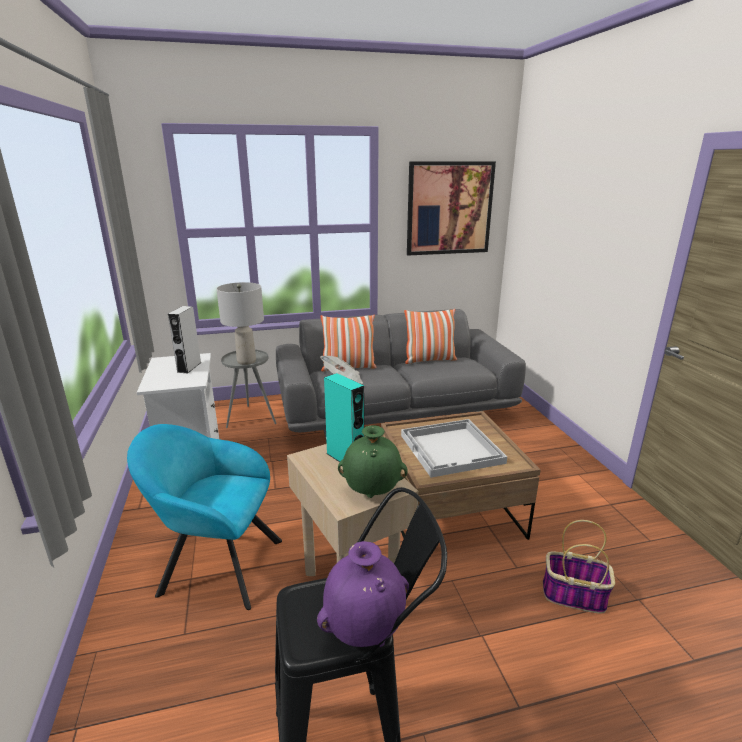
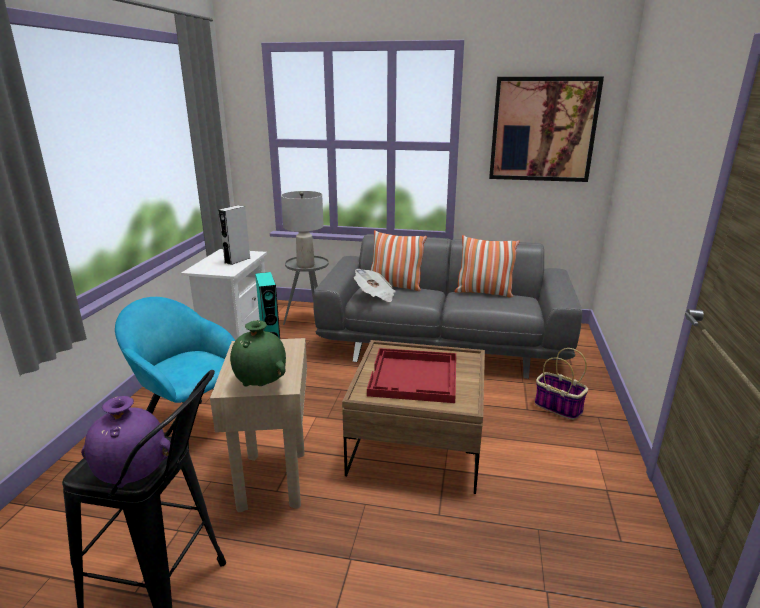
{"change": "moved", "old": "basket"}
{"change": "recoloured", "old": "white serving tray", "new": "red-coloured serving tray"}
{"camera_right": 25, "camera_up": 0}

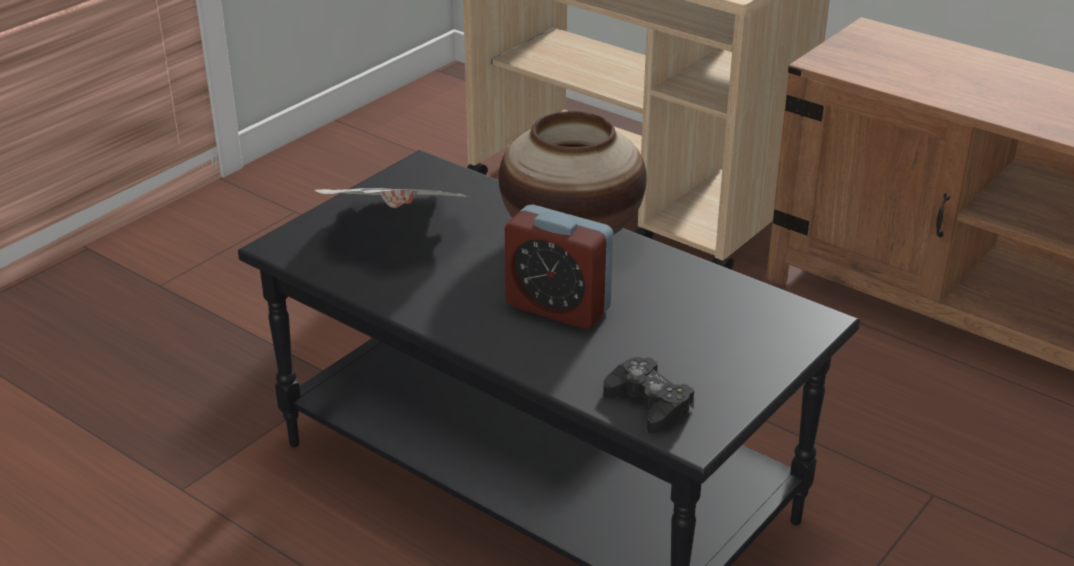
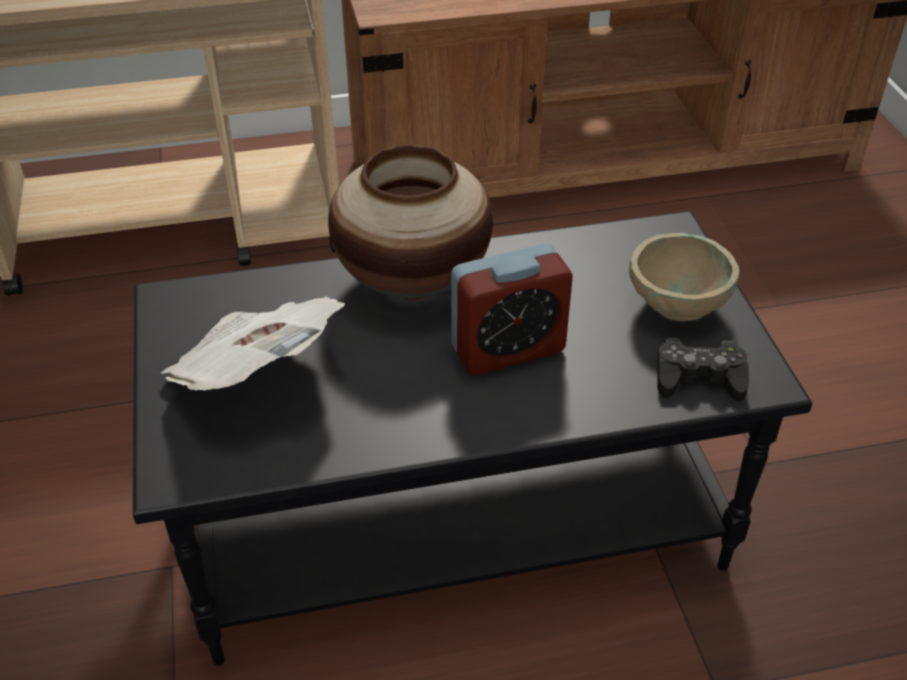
{"change": "added", "new": "sand-coloured bowl"}
{"camera_right": -50, "camera_up": 10}

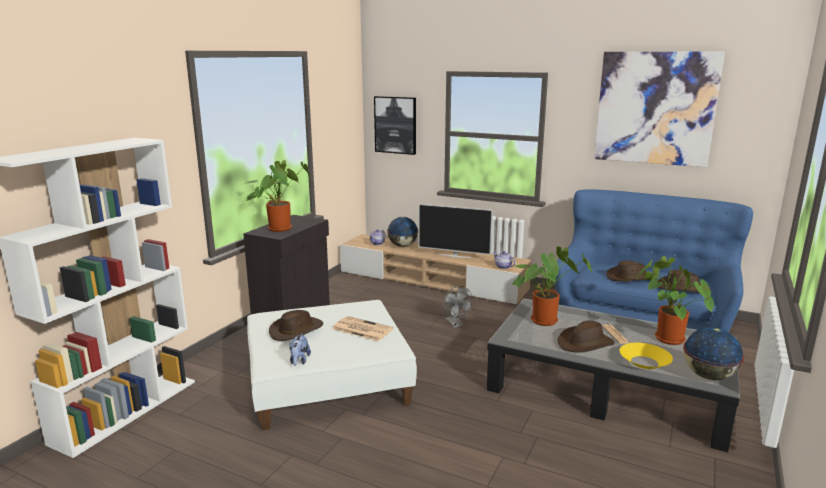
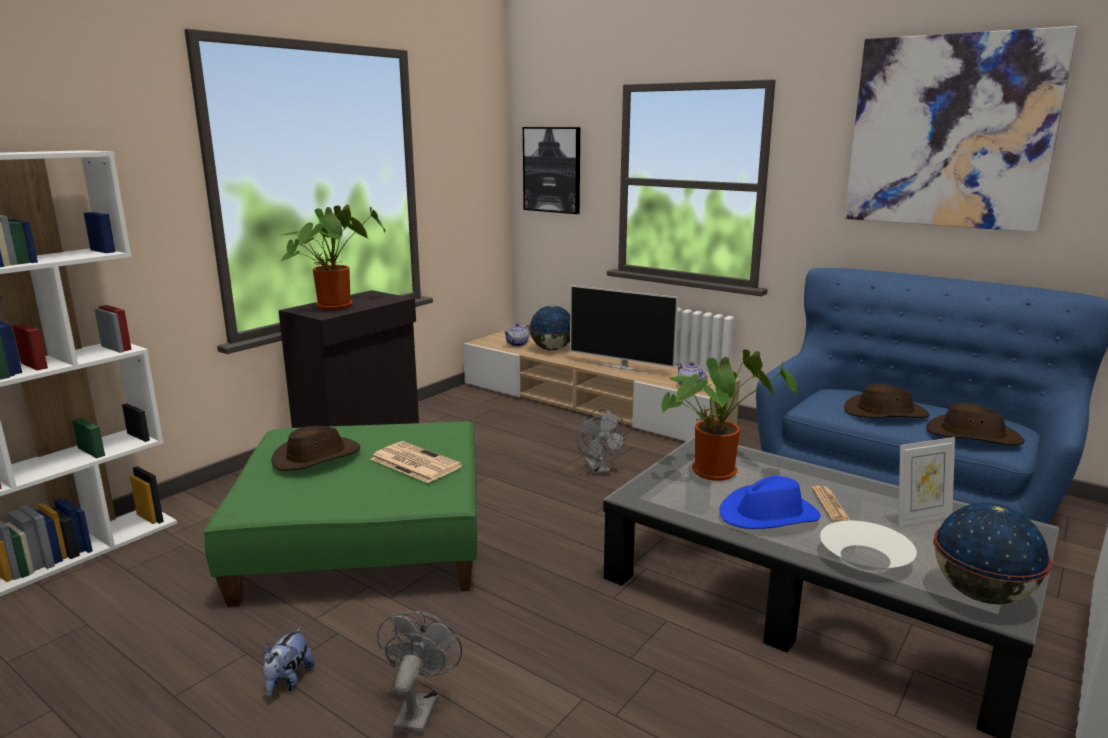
{"change": "added", "new": "grey cooling fan (1st from left)"}
{"change": "moved", "old": "soft toy"}
{"change": "replaced", "old": "houseplant (3rd from left)", "new": "picture frame"}
{"change": "recoloured", "old": "white pouffe", "new": "greenish pouffe"}
{"change": "recoloured", "old": "brownish wearable hat (2nd from left)", "new": "bluish wearable hat"}
{"change": "recoloured", "old": "yellow bowl", "new": "white bowl"}
{"camera_right": 10, "camera_up": 0}

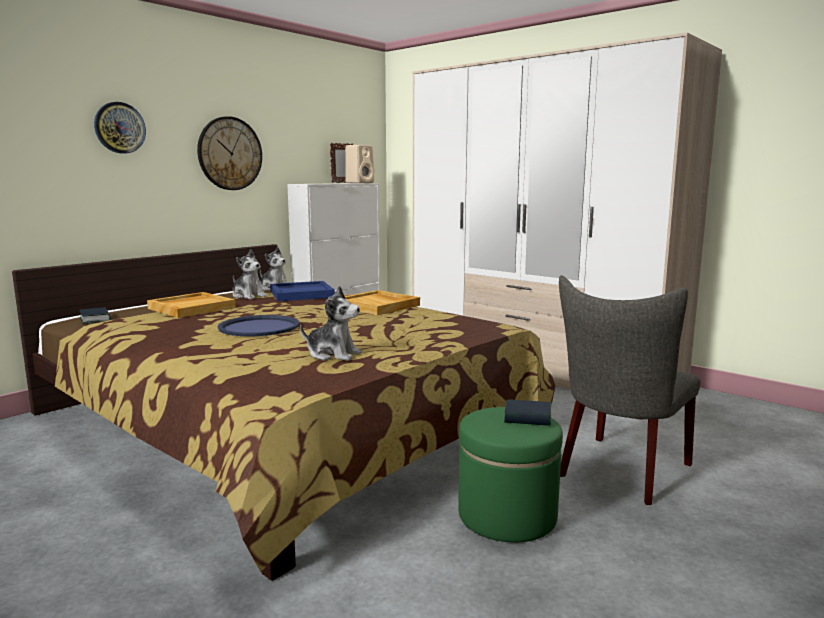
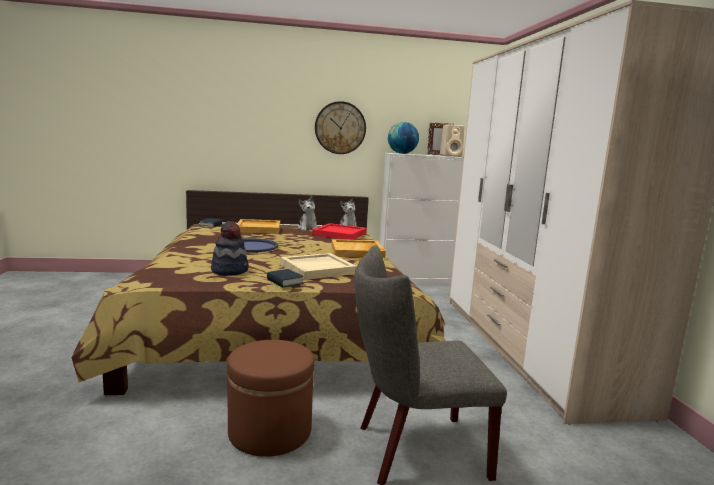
{"change": "removed", "old": "wall clock (1st from left)"}
{"change": "added", "new": "sand-coloured serving tray (2nd from left)"}
{"change": "added", "new": "desk globe"}
{"change": "moved", "old": "book (2nd from left)"}
{"change": "replaced", "old": "soft toy (3rd from left)", "new": "wearable hat"}
{"change": "recoloured", "old": "bluish serving tray (2nd from left)", "new": "red-coloured serving tray"}
{"change": "recoloured", "old": "greenish pouffe", "new": "brownish pouffe"}
{"camera_right": 40, "camera_up": 0}

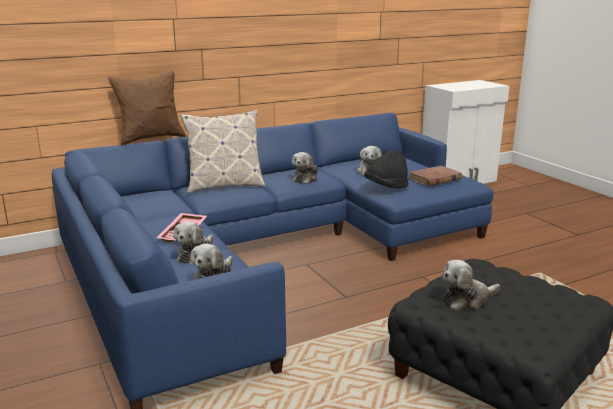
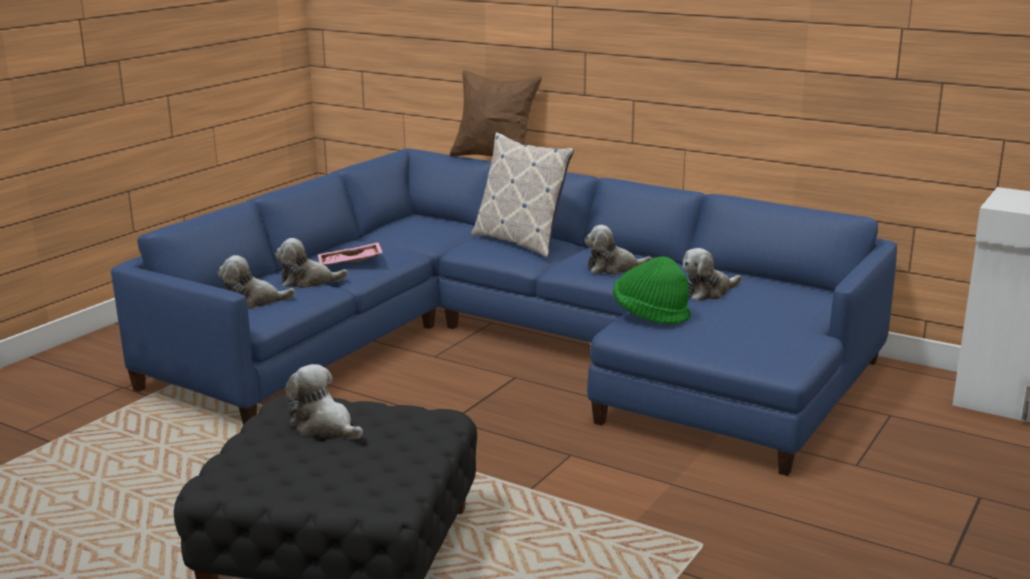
{"change": "removed", "old": "brownish book"}
{"change": "recoloured", "old": "blackish wearable hat", "new": "greenish wearable hat"}
{"camera_right": 60, "camera_up": 0}

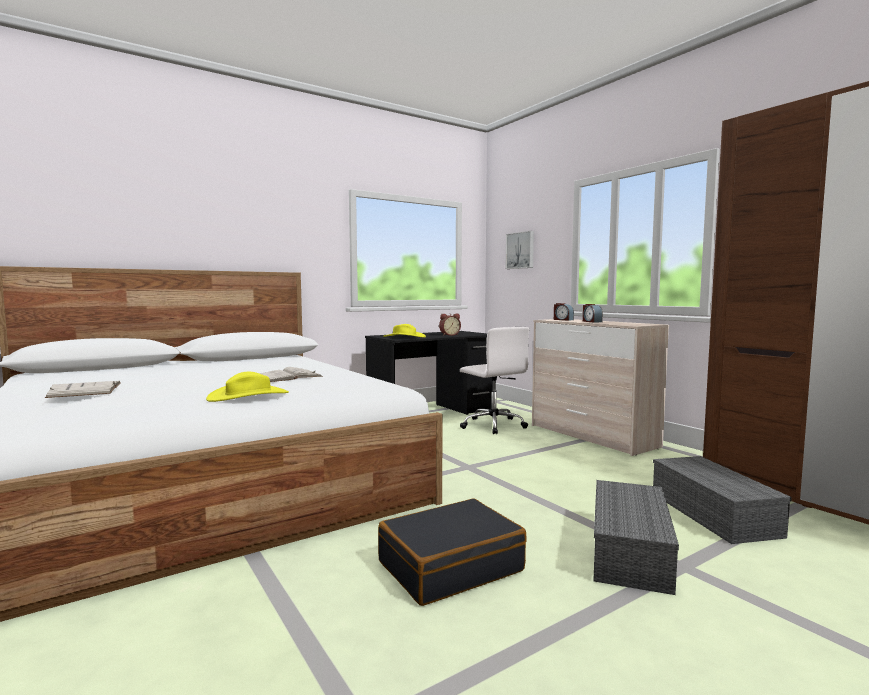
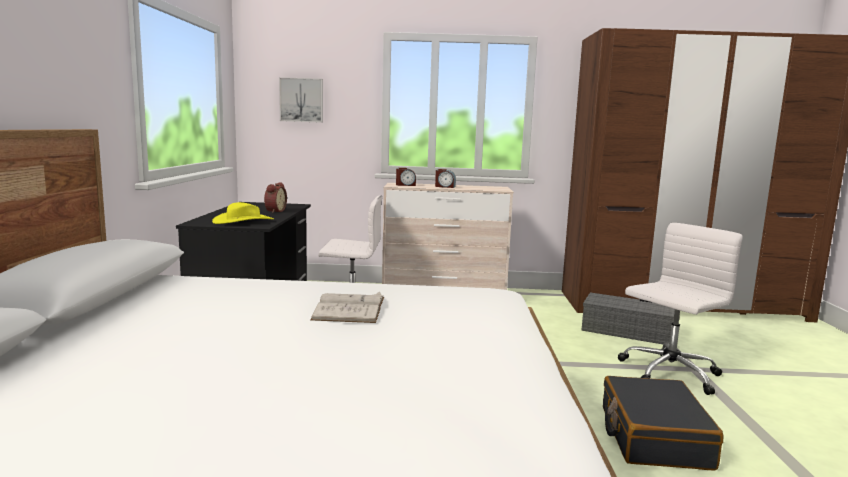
{"change": "removed", "old": "white book (1st from left)"}
{"change": "removed", "old": "yellow wearable hat (1st from left)"}
{"change": "replaced", "old": "grey storage bin (1st from left)", "new": "white desk chair (2nd from left)"}
{"camera_right": -55, "camera_up": 5}

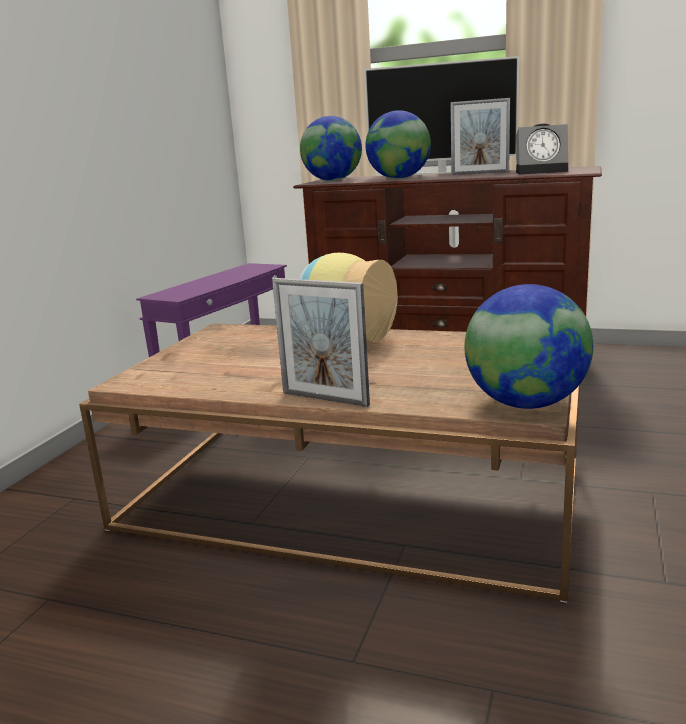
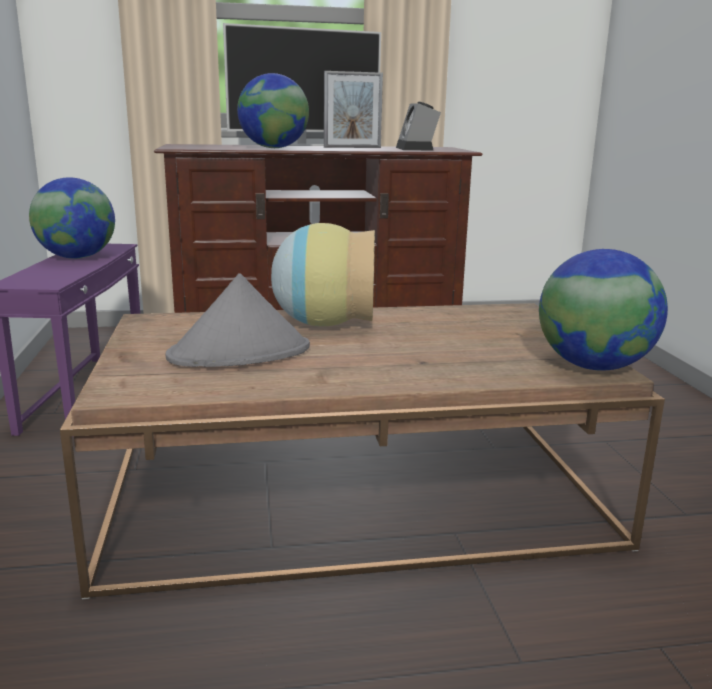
{"change": "removed", "old": "picture frame (1st from left)"}
{"change": "added", "new": "grey wearable hat"}
{"change": "moved", "old": "desk globe (1st from left)"}
{"change": "turned", "old": "table clock", "degrees": 105}
{"camera_right": -30, "camera_up": 0}

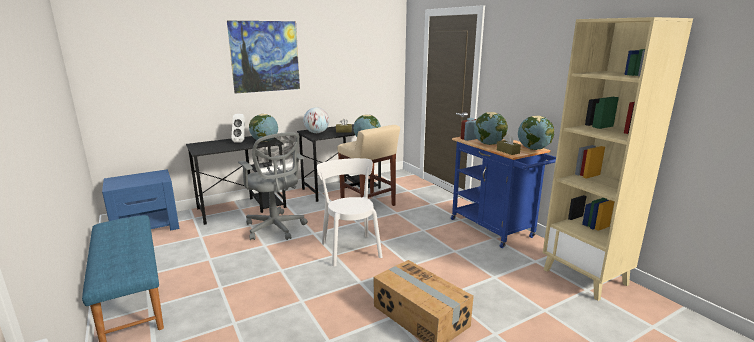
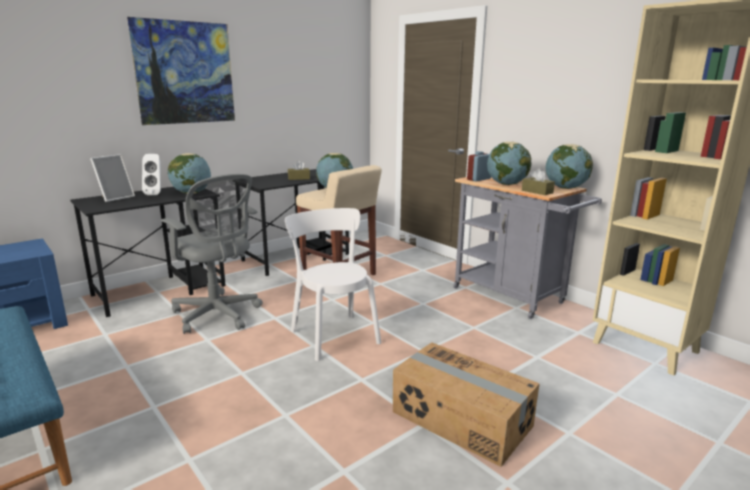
{"change": "removed", "old": "desk globe (2nd from left)"}
{"change": "added", "new": "picture frame"}
{"change": "recoloured", "old": "bluish wheeled cart", "new": "grey wheeled cart"}
{"camera_right": -10, "camera_up": 0}

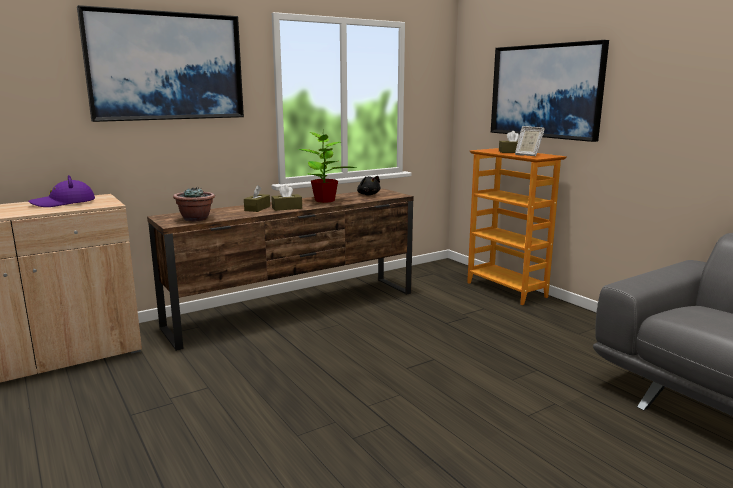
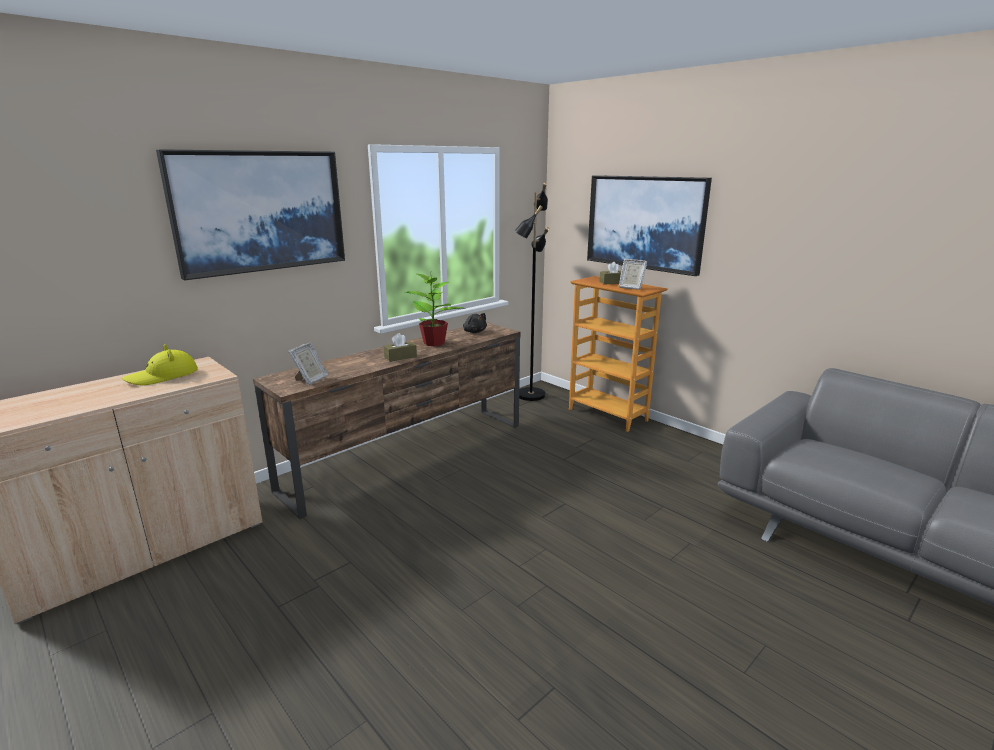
{"change": "removed", "old": "brownish box of tissues (1st from left)"}
{"change": "added", "new": "blackish standing lamp"}
{"change": "replaced", "old": "houseplant (1st from left)", "new": "picture frame (1st from left)"}
{"change": "recoloured", "old": "purplish wearable hat", "new": "yellow wearable hat"}
{"camera_right": -10, "camera_up": 5}

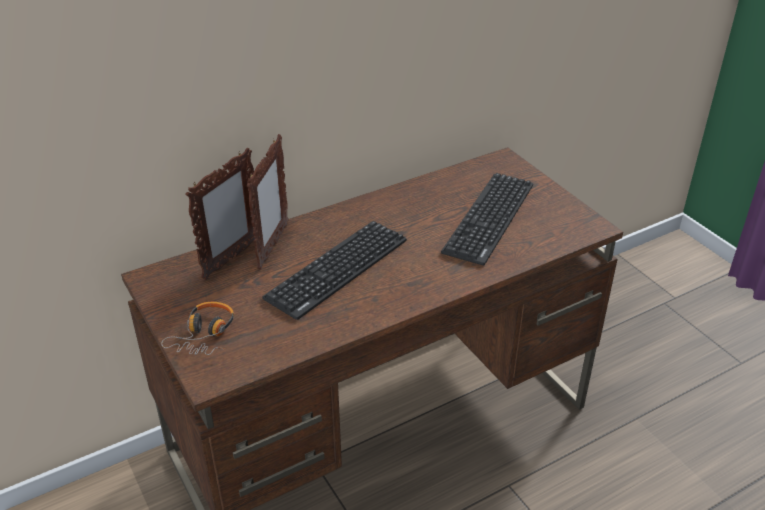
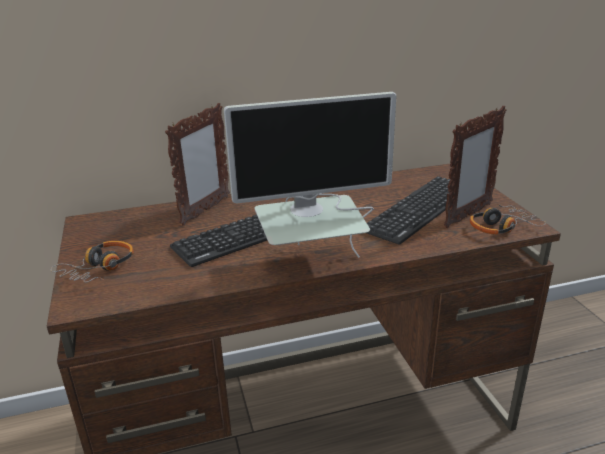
{"change": "added", "new": "computer screen"}
{"change": "added", "new": "headphones (2nd from left)"}
{"change": "moved", "old": "picture frame (1st from left in the first image)", "new": "picture frame (2nd from left)"}
{"camera_right": 15, "camera_up": -10}

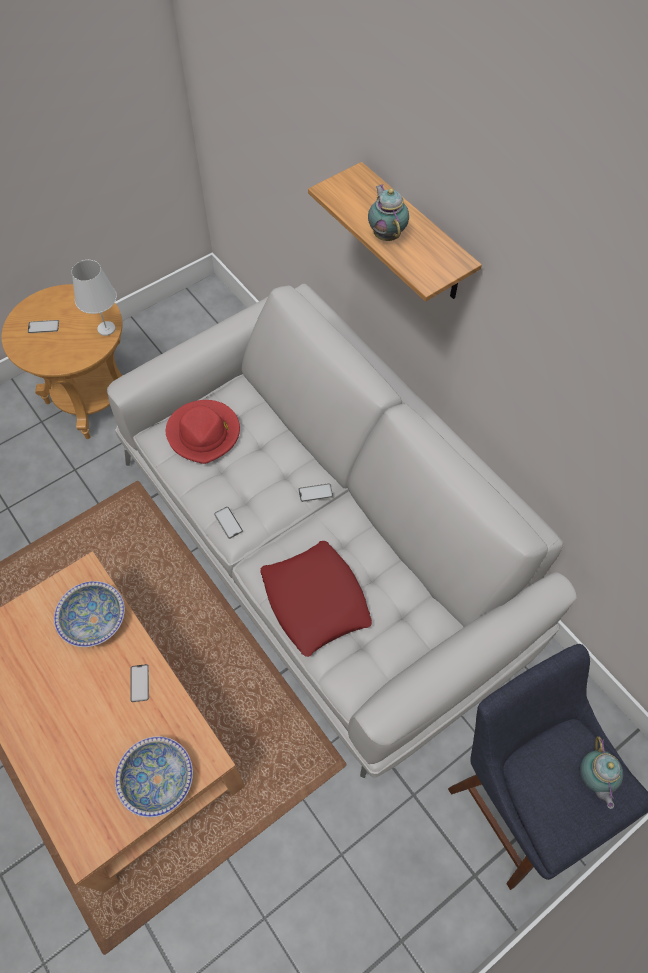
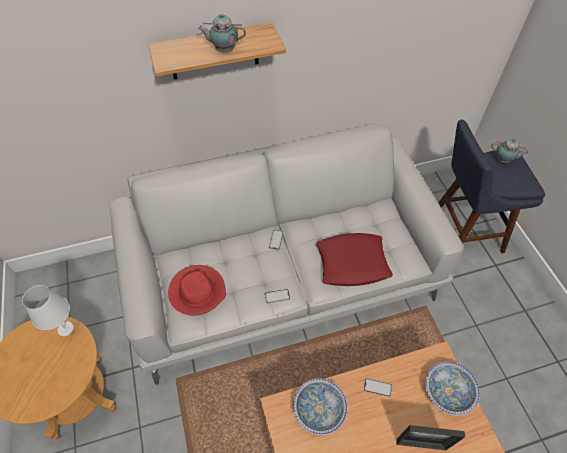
{"change": "removed", "old": "handset (1st from left)"}
{"change": "added", "new": "picture frame"}
{"camera_right": -70, "camera_up": -5}

